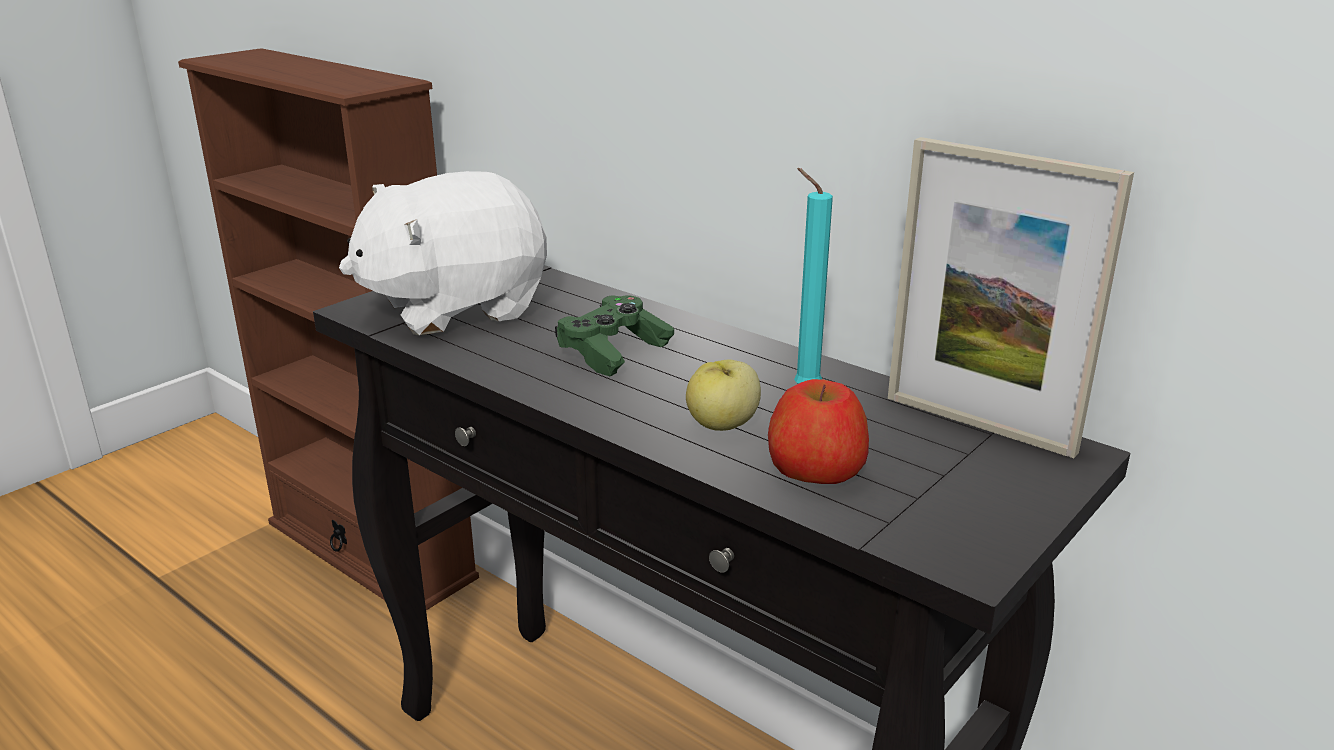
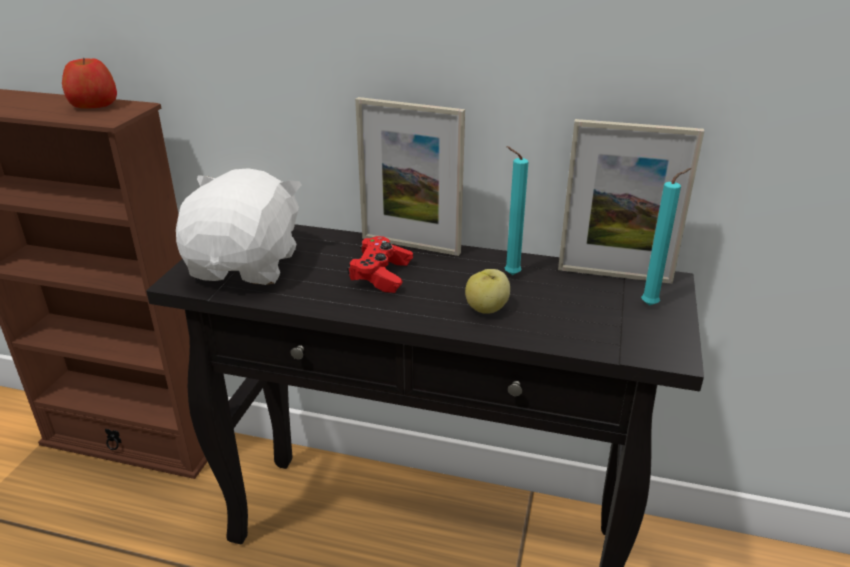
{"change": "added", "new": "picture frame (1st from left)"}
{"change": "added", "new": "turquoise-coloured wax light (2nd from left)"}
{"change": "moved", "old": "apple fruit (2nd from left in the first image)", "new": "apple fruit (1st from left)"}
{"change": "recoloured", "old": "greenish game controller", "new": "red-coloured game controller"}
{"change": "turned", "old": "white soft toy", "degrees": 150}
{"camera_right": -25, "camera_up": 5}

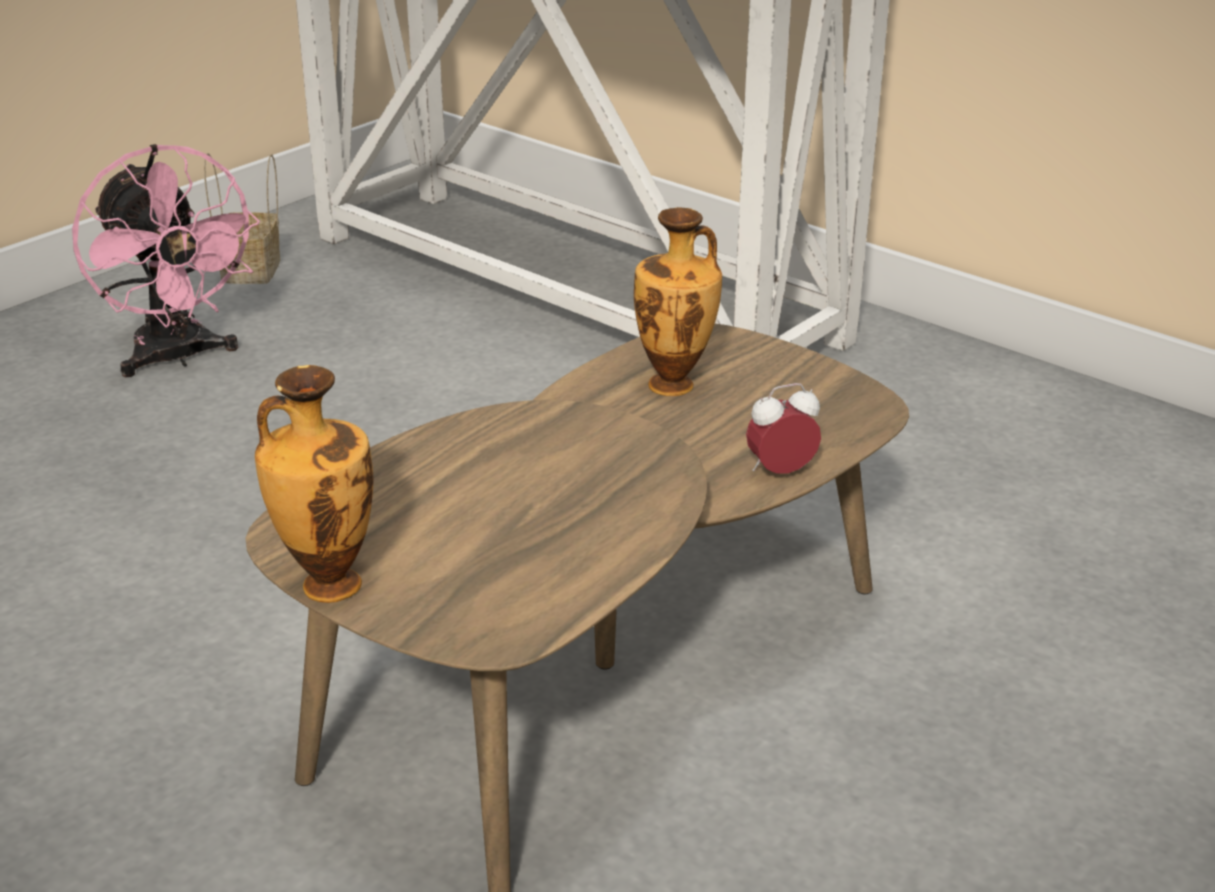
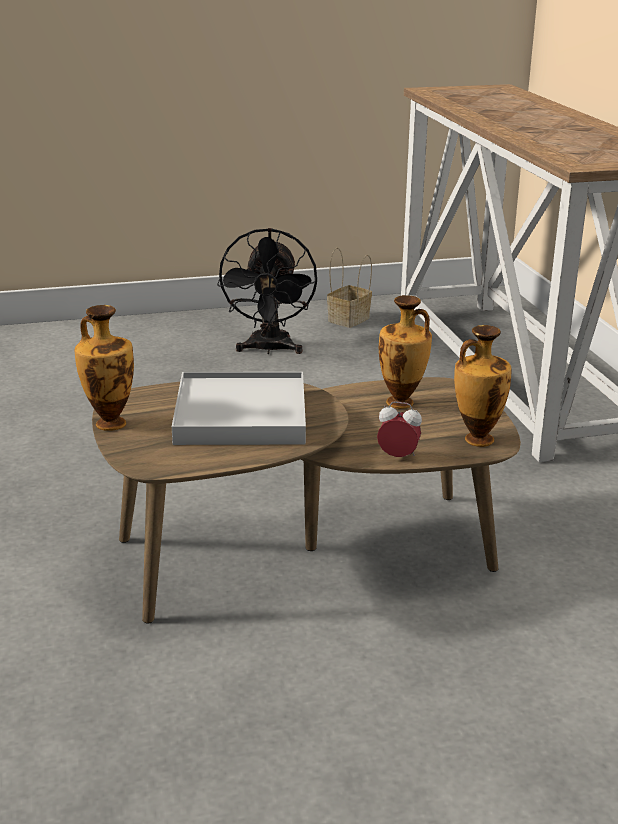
{"change": "added", "new": "white serving tray"}
{"change": "added", "new": "decorative vase (3rd from left)"}
{"change": "recoloured", "old": "pink-coloured cooling fan", "new": "blackish cooling fan"}
{"camera_right": 35, "camera_up": -5}

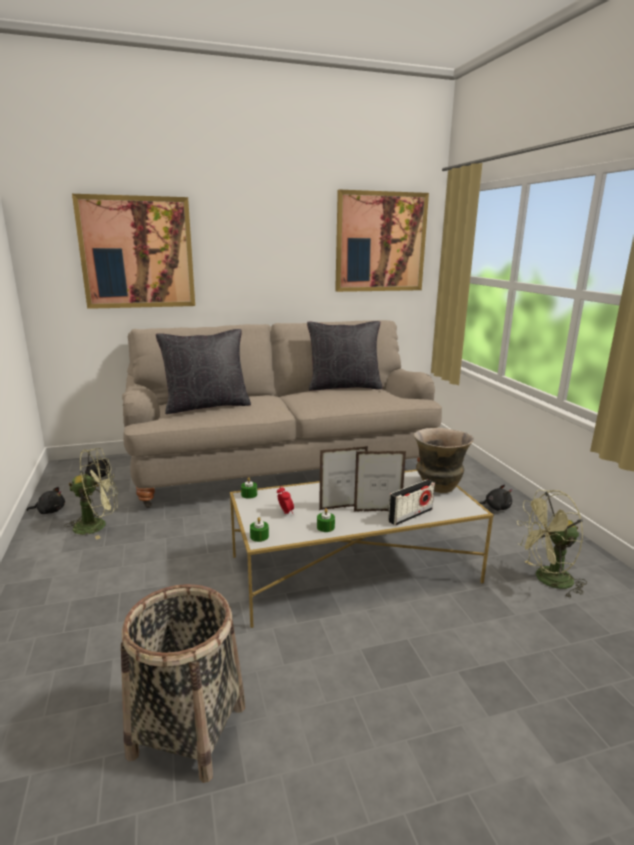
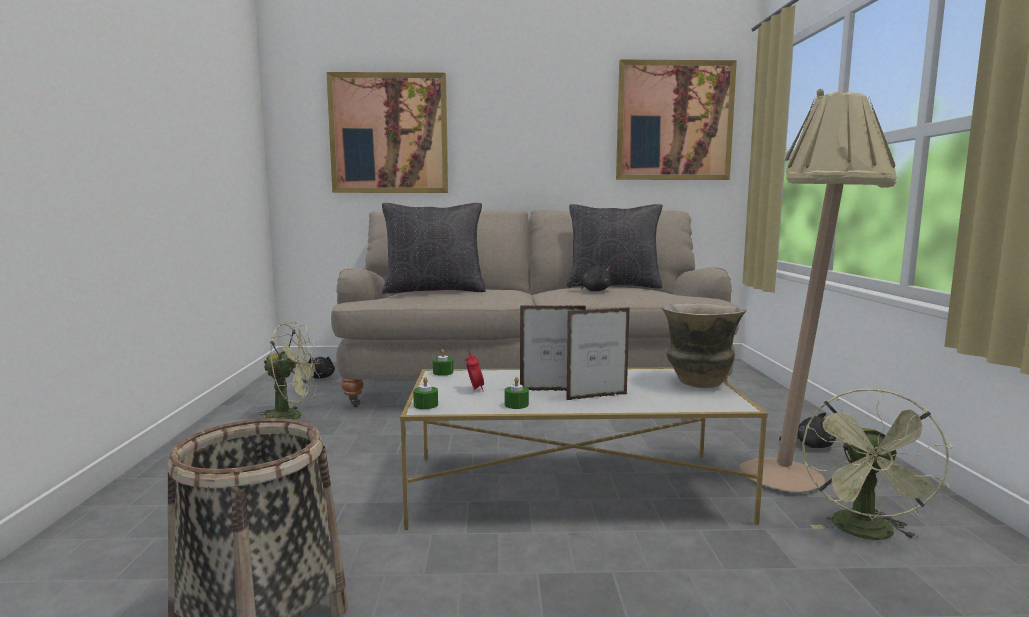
{"change": "removed", "old": "radio"}
{"change": "added", "new": "sand-coloured standing lamp"}
{"change": "moved", "old": "blackish soft toy (1st from left in the first image)", "new": "blackish soft toy (2nd from left)"}
{"change": "turned", "old": "picture frame (2nd from left)", "degrees": 150}
{"change": "turned", "old": "greenish cooling fan (2nd from left)", "degrees": -75}
{"camera_right": 15, "camera_up": -10}

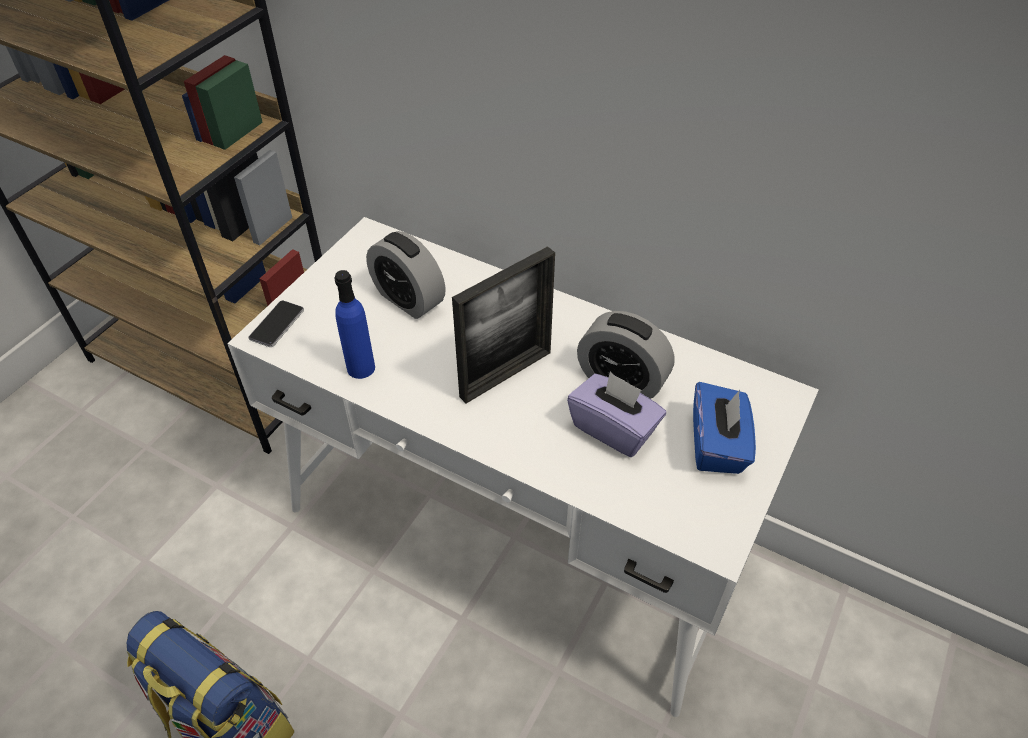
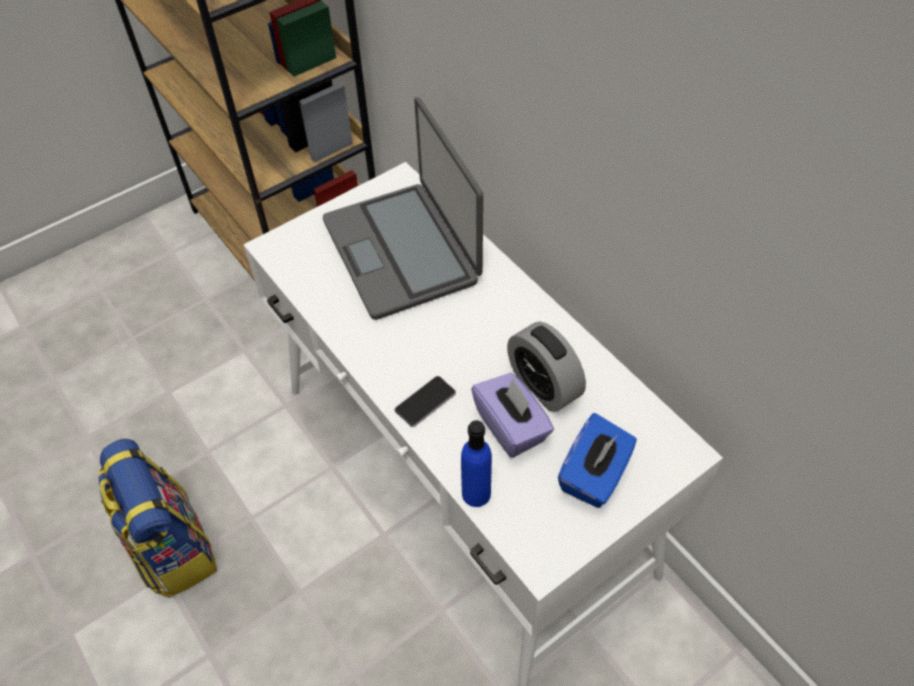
{"change": "removed", "old": "picture frame"}
{"change": "moved", "old": "handset"}
{"change": "moved", "old": "bluish beverage bottle"}
{"change": "replaced", "old": "table clock (1st from left)", "new": "notebook computer"}
{"camera_right": 25, "camera_up": 5}

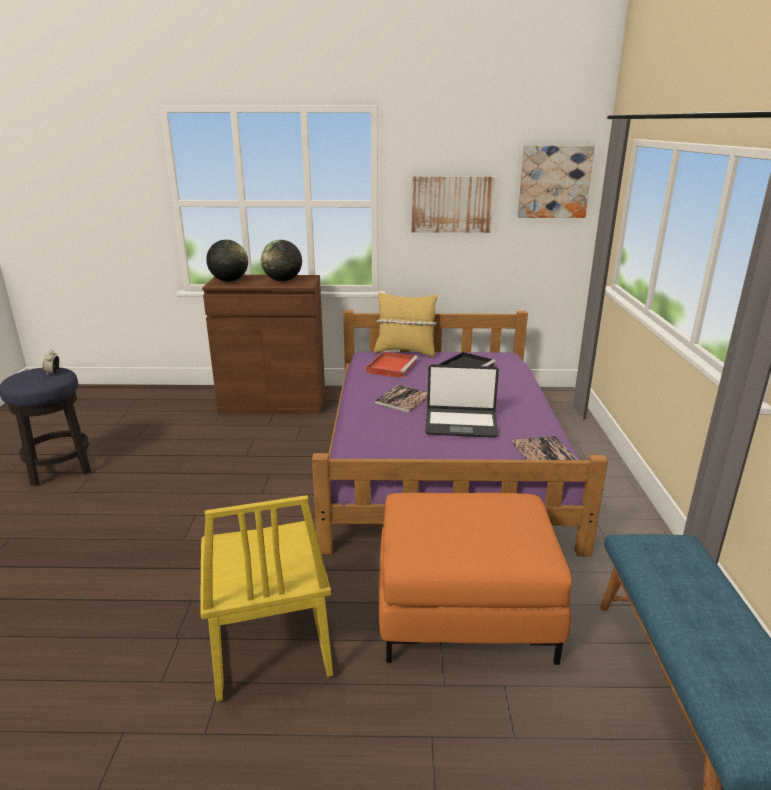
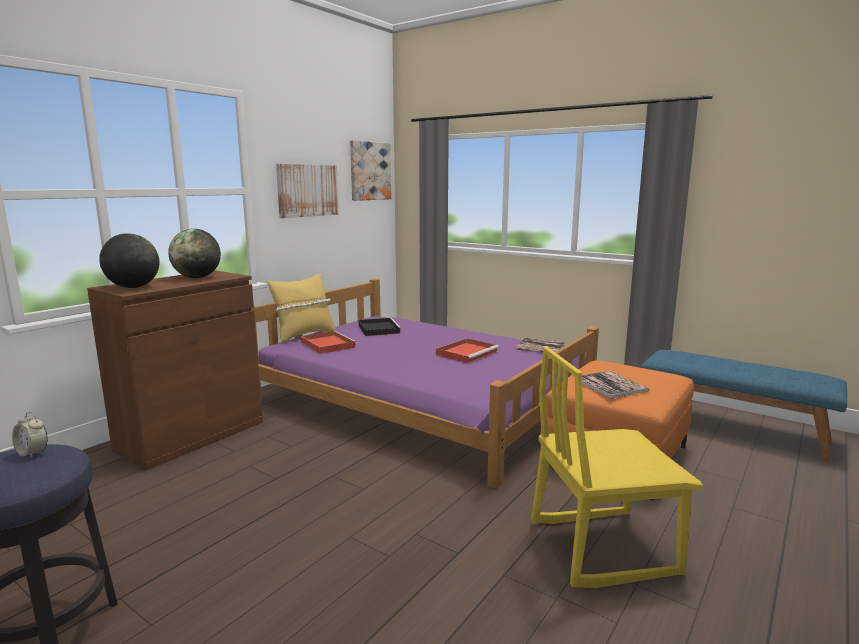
{"change": "moved", "old": "book (1st from left in the first image)", "new": "book (2nd from left)"}
{"change": "replaced", "old": "notebook computer", "new": "red-coloured serving tray (2nd from left)"}
{"change": "turned", "old": "yellow plain chair", "degrees": 150}
{"camera_right": -55, "camera_up": -10}

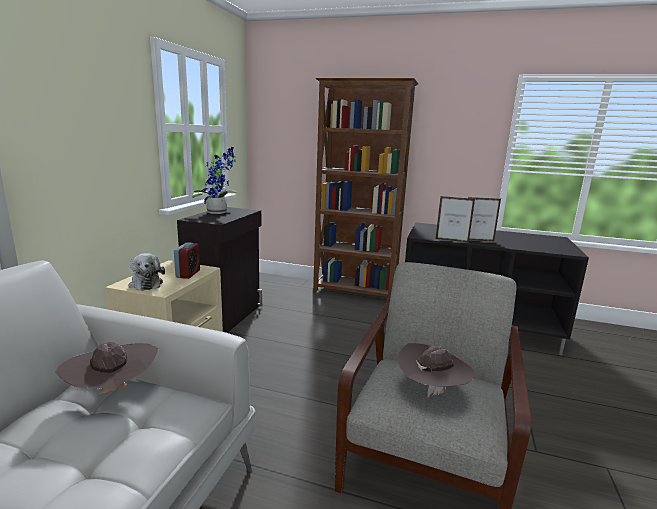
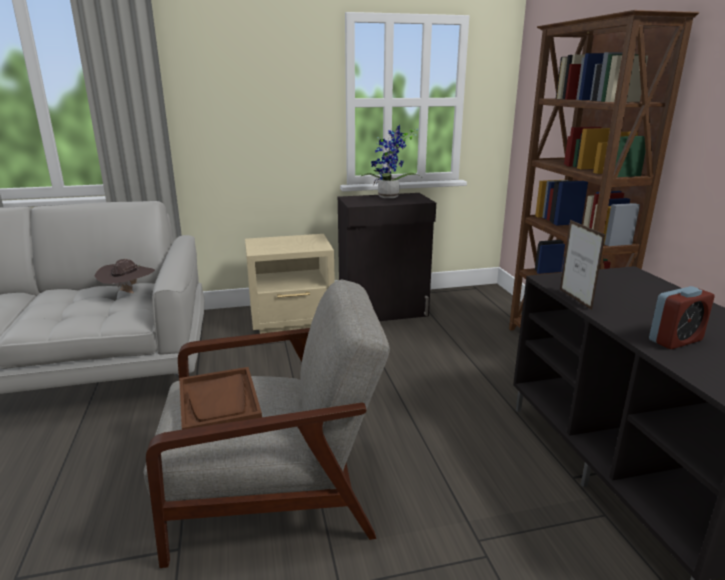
{"change": "removed", "old": "soft toy"}
{"change": "removed", "old": "picture frame (2nd from left)"}
{"change": "moved", "old": "table clock"}
{"change": "replaced", "old": "brownish wearable hat (2nd from left)", "new": "brownish serving tray"}
{"camera_right": 60, "camera_up": 5}

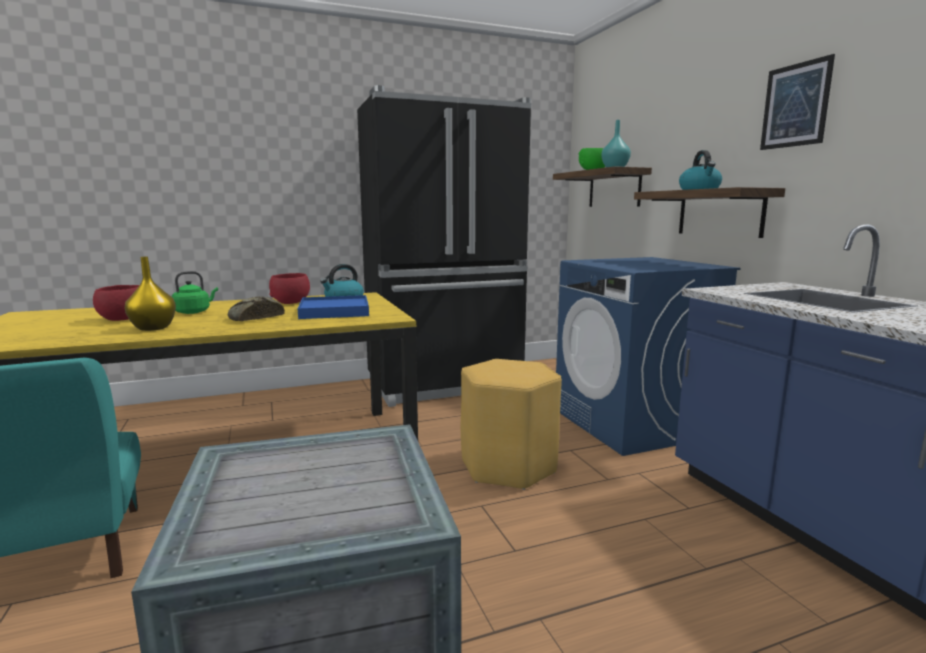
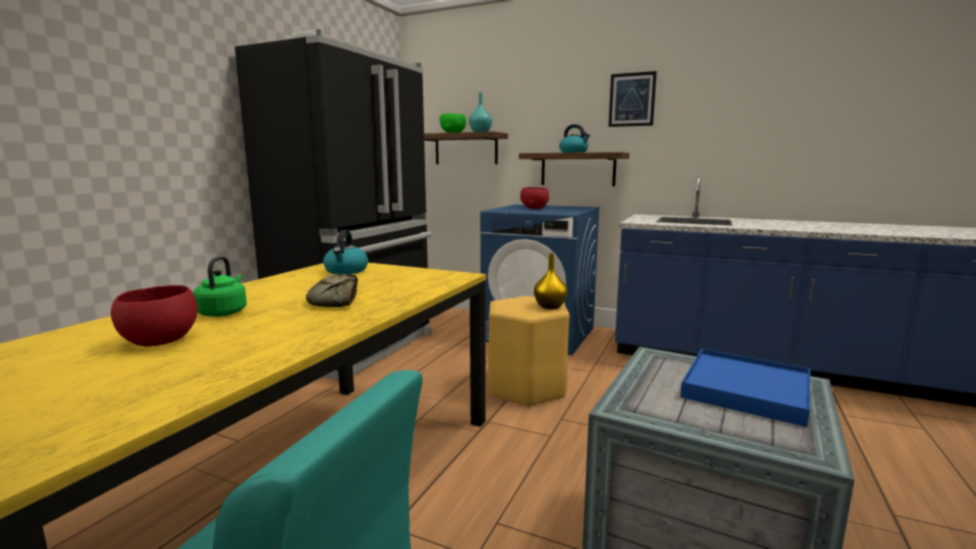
{"change": "moved", "old": "yellow decorative vase"}
{"change": "moved", "old": "red-coloured bowl (2nd from left)"}
{"change": "moved", "old": "bluish serving tray"}
{"camera_right": -45, "camera_up": 0}

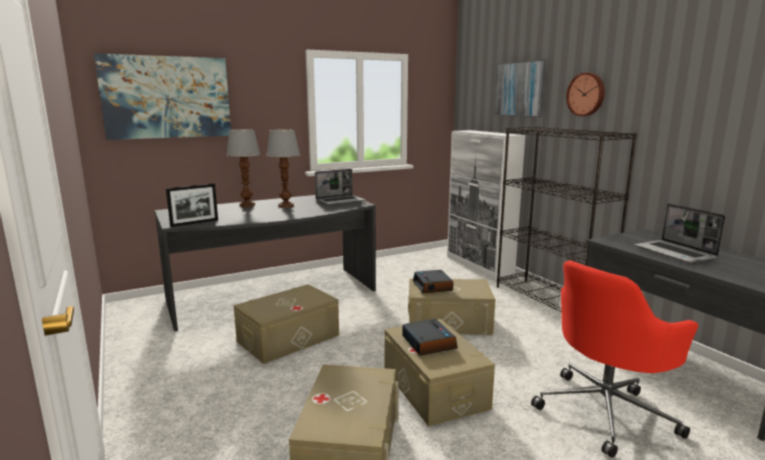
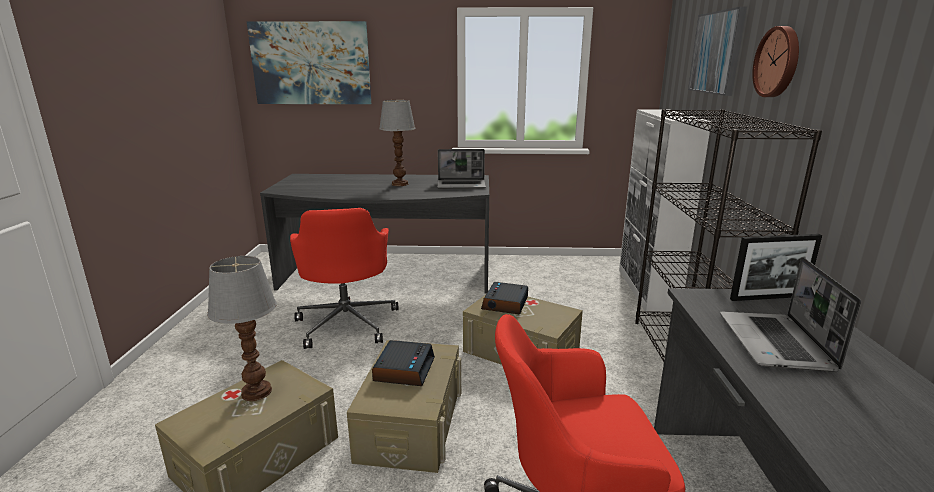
{"change": "moved", "old": "picture frame"}
{"change": "moved", "old": "table lamp (1st from left)"}
{"change": "replaced", "old": "sand-coloured storage bin (1st from left)", "new": "red-coloured desk chair (1st from left)"}
{"camera_right": 30, "camera_up": 5}

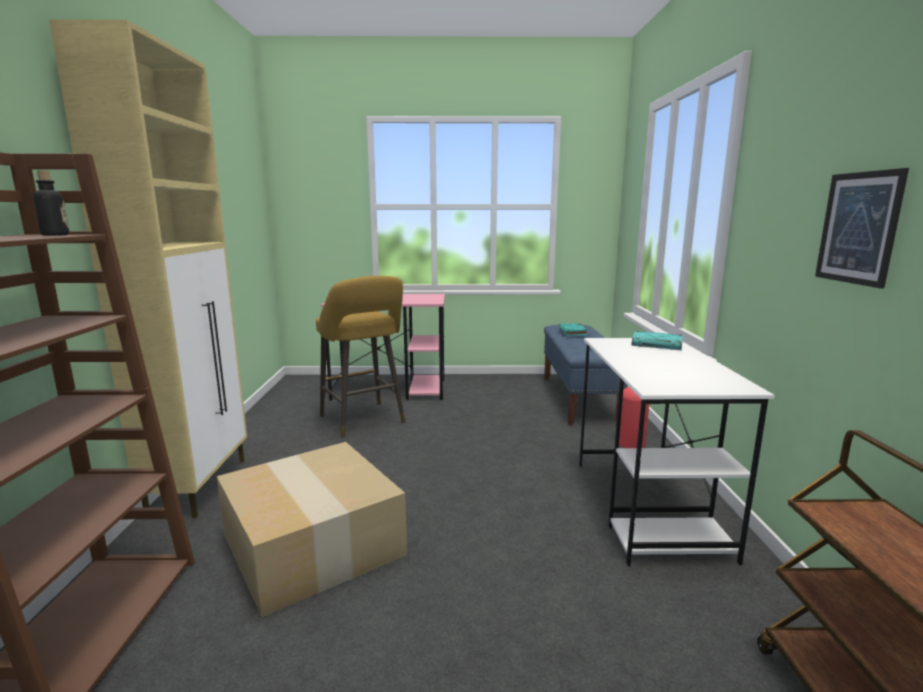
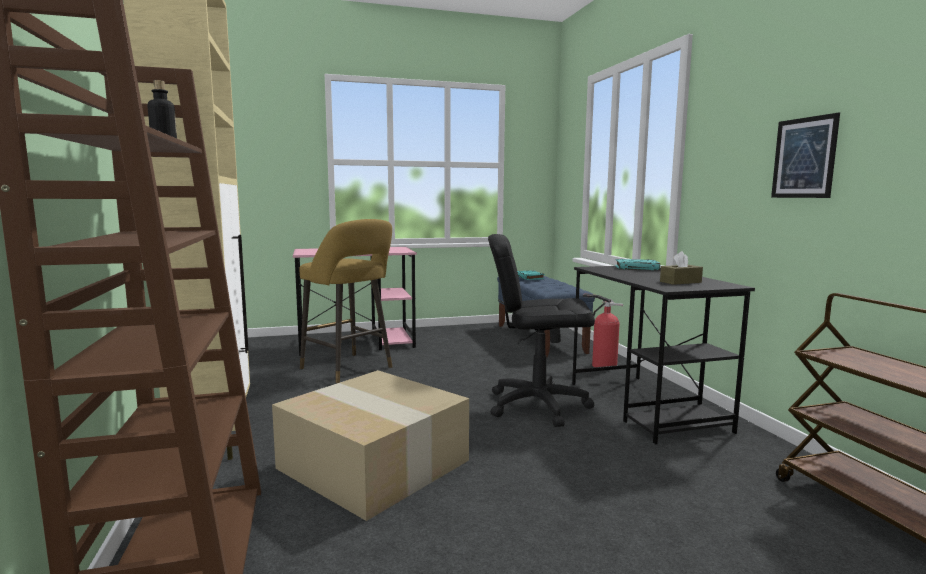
{"change": "added", "new": "blackish desk chair"}
{"change": "added", "new": "brownish box of tissues"}
{"change": "recoloured", "old": "white desk", "new": "blackish desk"}
{"camera_right": -15, "camera_up": -5}

